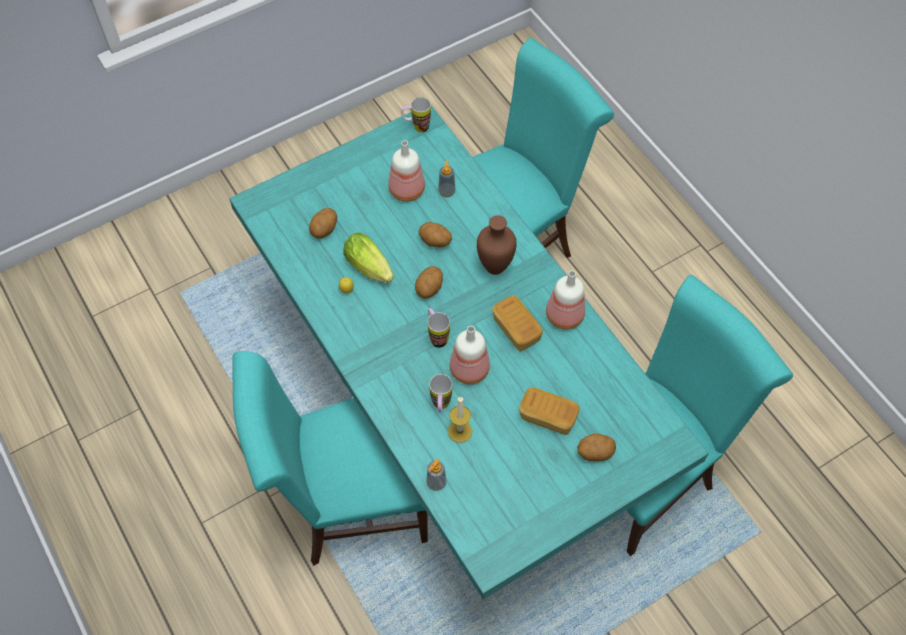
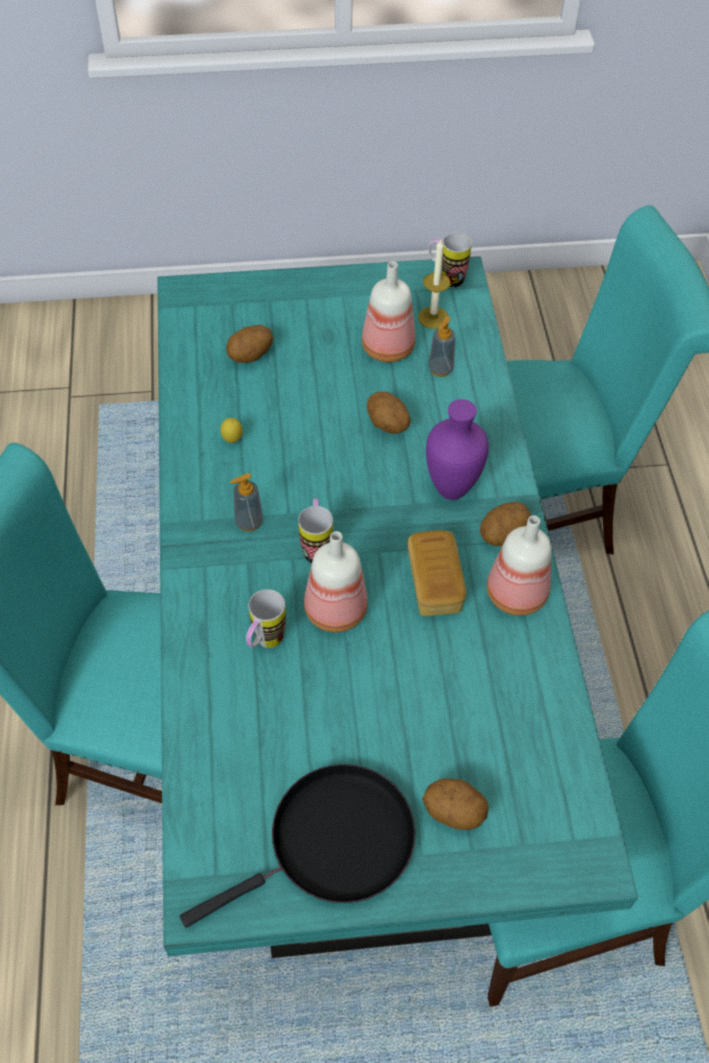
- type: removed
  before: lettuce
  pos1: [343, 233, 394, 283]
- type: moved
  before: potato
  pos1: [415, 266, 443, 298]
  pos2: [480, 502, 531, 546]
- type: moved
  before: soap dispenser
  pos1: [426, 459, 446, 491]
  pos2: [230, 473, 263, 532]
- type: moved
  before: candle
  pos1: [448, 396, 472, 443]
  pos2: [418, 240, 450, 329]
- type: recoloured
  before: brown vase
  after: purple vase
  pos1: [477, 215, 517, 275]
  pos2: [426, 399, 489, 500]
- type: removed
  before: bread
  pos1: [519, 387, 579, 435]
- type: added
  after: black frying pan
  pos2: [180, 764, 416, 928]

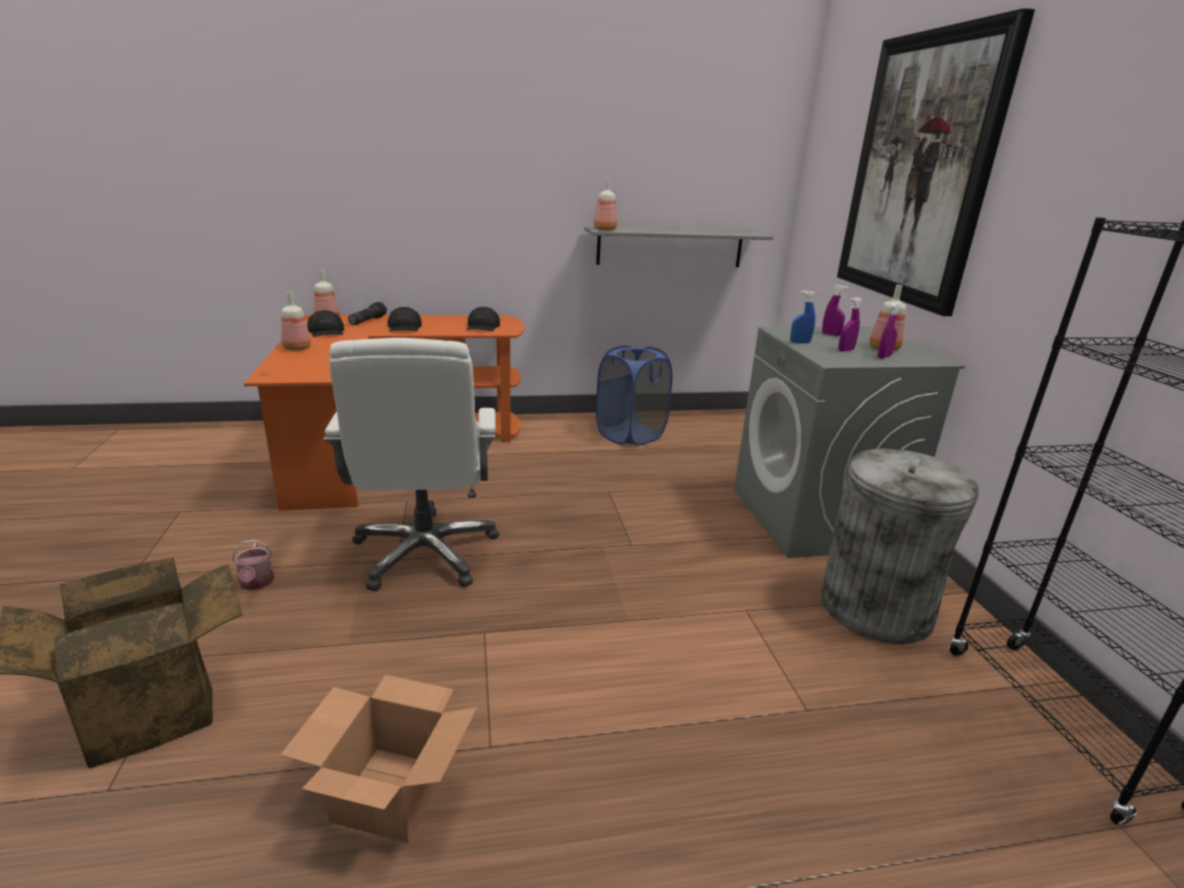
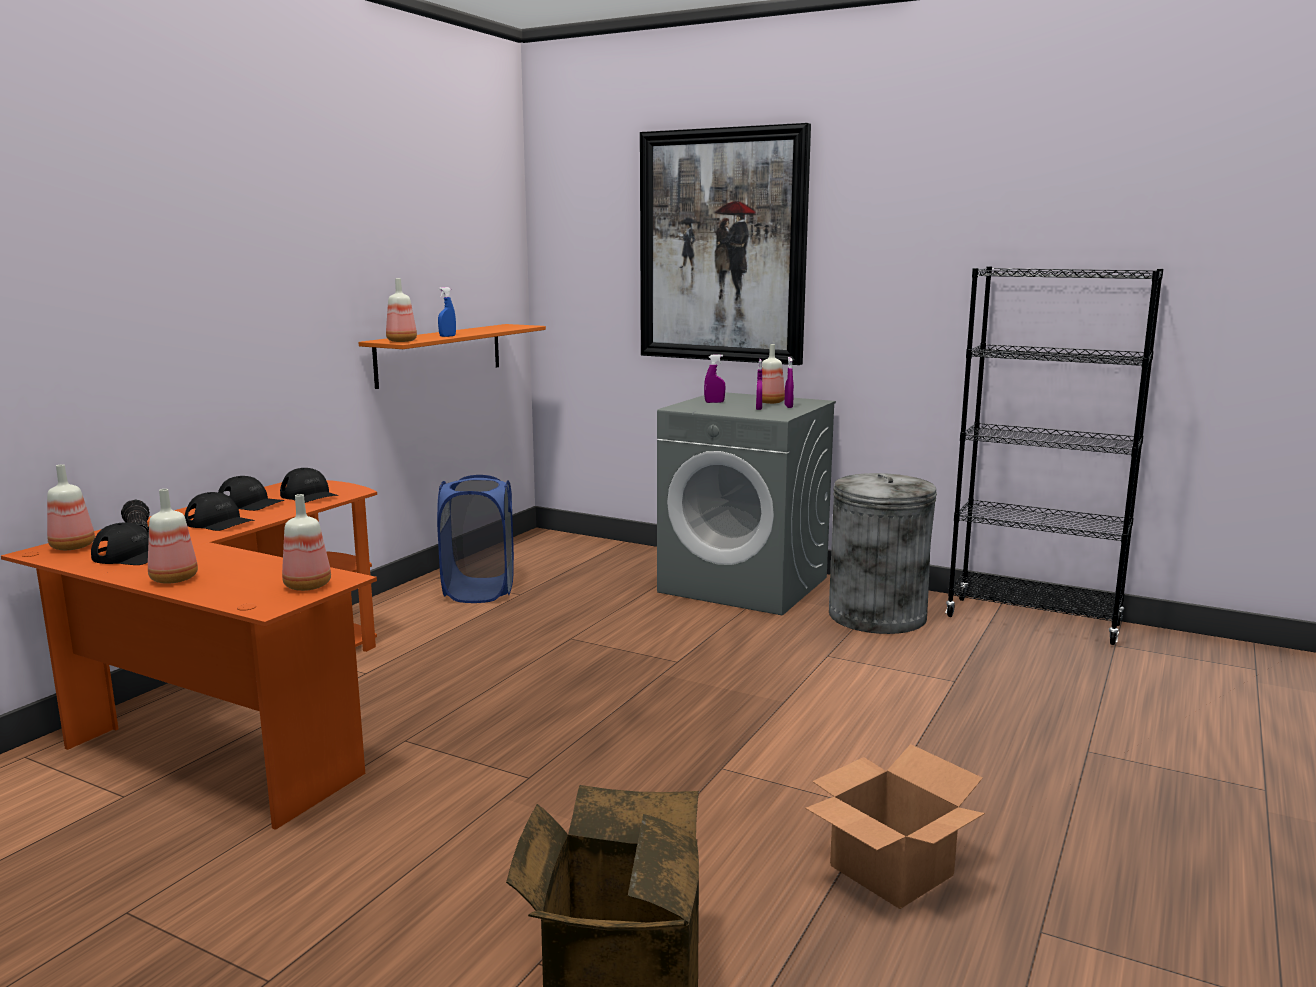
- type: removed
  before: watering can
  pos1: [232, 540, 274, 590]
- type: removed
  before: white office chair
  pos1: [324, 338, 499, 591]
- type: recoloured
  before: grey shelf
  after: orange shelf
  pos1: [584, 226, 773, 267]
  pos2: [359, 324, 546, 389]
- type: moved
  before: blue spray bottle
  pos1: [790, 290, 816, 343]
  pos2: [438, 287, 456, 337]
- type: added
  after: black cap
  pos2: [218, 476, 285, 511]
- type: added
  after: bottle
  pos2: [282, 494, 331, 591]

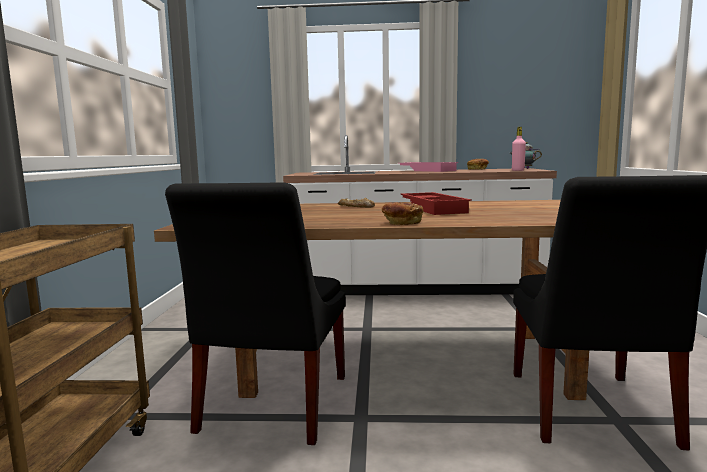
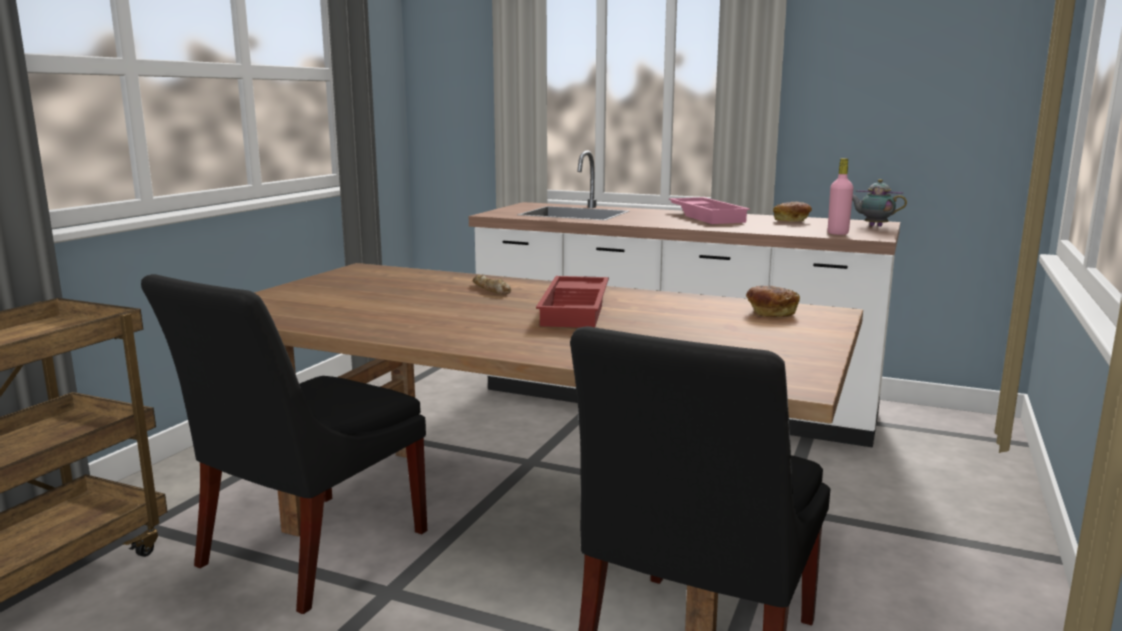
- type: moved
  before: bread
  pos1: [382, 202, 423, 225]
  pos2: [746, 286, 800, 317]

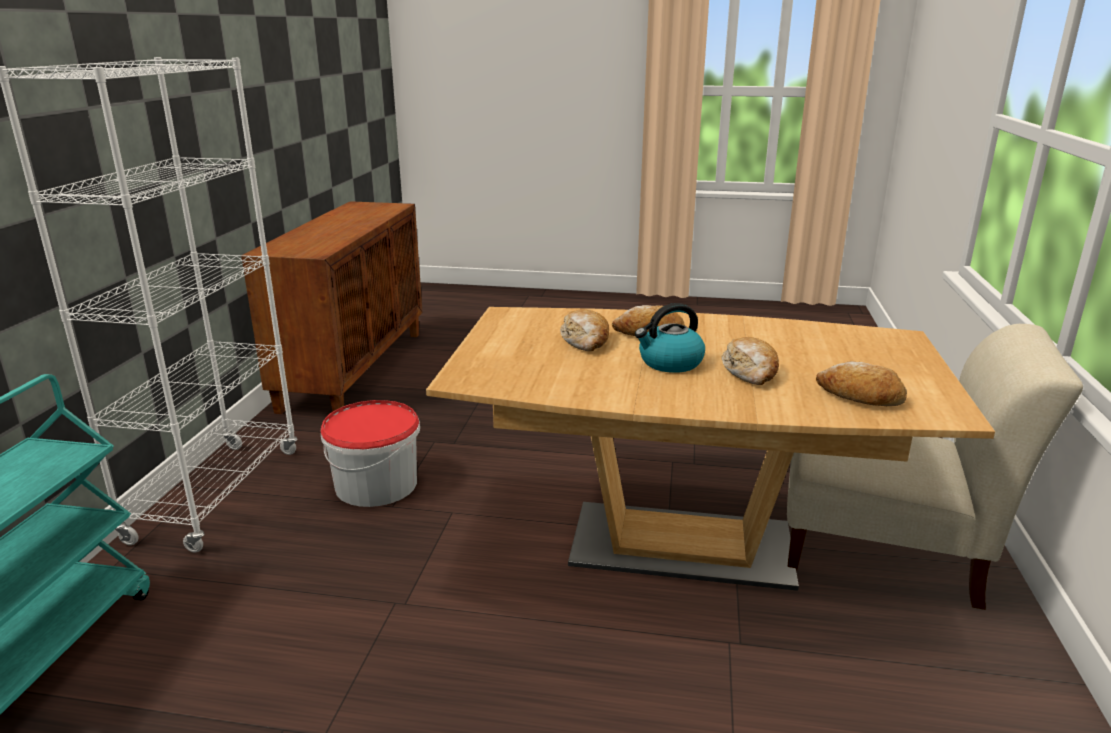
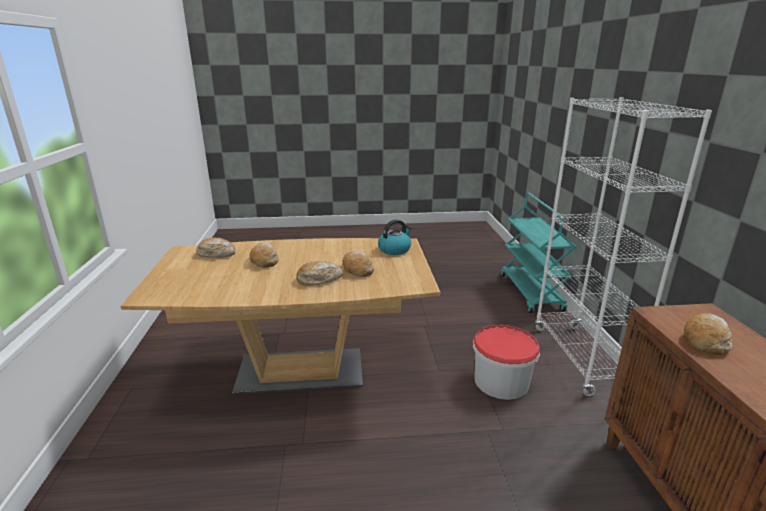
- type: moved
  before: kettle
  pos1: [635, 303, 705, 373]
  pos2: [378, 219, 412, 255]
- type: removed
  before: beige chair
  pos1: [787, 324, 1083, 610]
- type: added
  after: bread
  pos2: [684, 313, 732, 355]

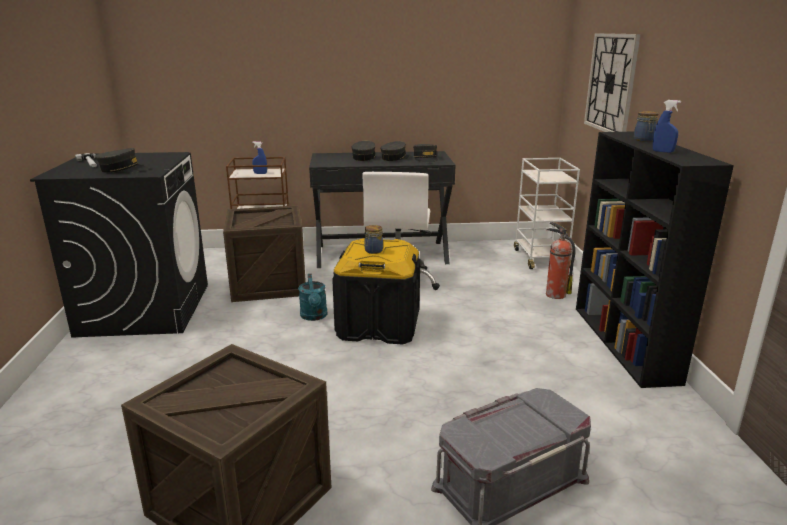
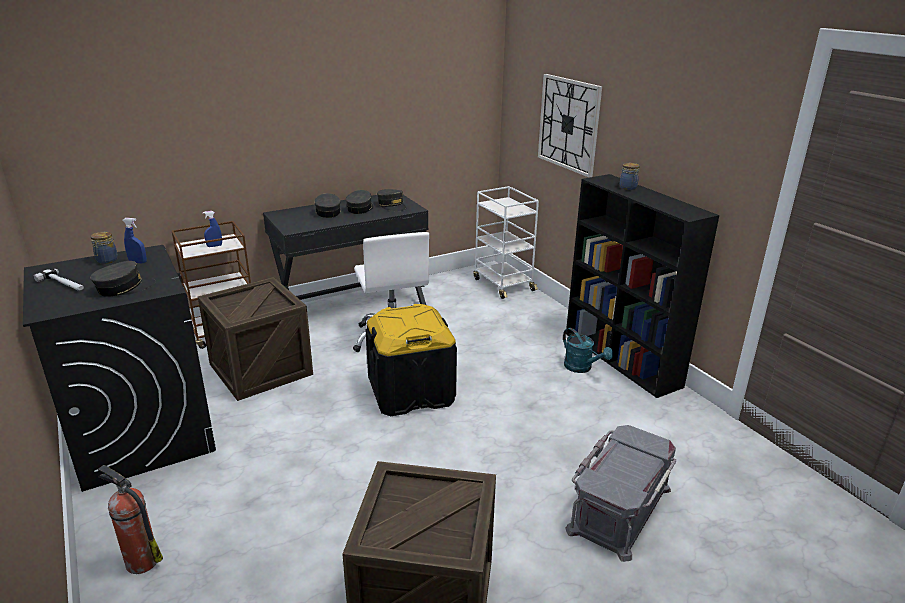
- type: moved
  before: turquoise watering can
  pos1: [298, 274, 327, 321]
  pos2: [563, 328, 613, 373]
- type: moved
  before: jar
  pos1: [364, 225, 383, 254]
  pos2: [91, 231, 118, 264]
- type: moved
  before: fire extinguisher
  pos1: [546, 222, 575, 299]
  pos2: [98, 465, 163, 574]
- type: moved
  before: blue spray bottle
  pos1: [653, 100, 681, 153]
  pos2: [123, 218, 147, 263]

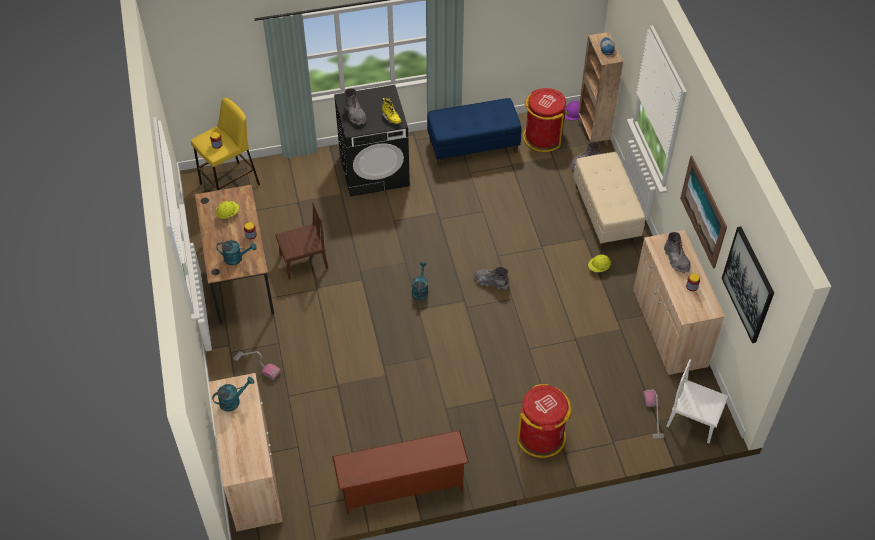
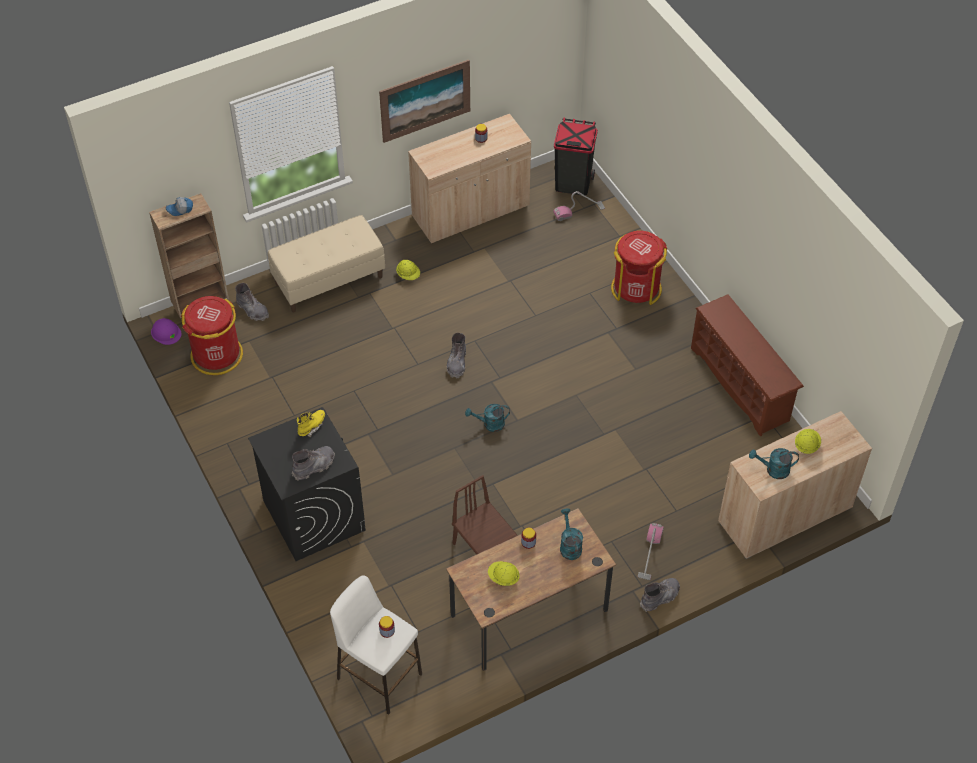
- type: recoloured
  before: yellow stool
  after: white stool
  pos1: [191, 98, 260, 190]
  pos2: [330, 576, 422, 715]
- type: turned
  before: turquoise watering can
  pos1: [212, 377, 254, 412]
  pos2: [749, 448, 799, 479]
  turn: -45
- type: removed
  before: blue bench
  pos1: [427, 98, 522, 166]
- type: moved
  before: grey boot
  pos1: [664, 232, 691, 273]
  pos2: [640, 578, 680, 612]
- type: replaced
  before: white chair
  after: black trash can
  pos1: [666, 359, 729, 444]
  pos2: [554, 118, 598, 195]
- type: removed
  before: picture
  pos1: [722, 226, 774, 343]
- type: added
  after: yellow hard hat
  pos2: [795, 429, 821, 454]

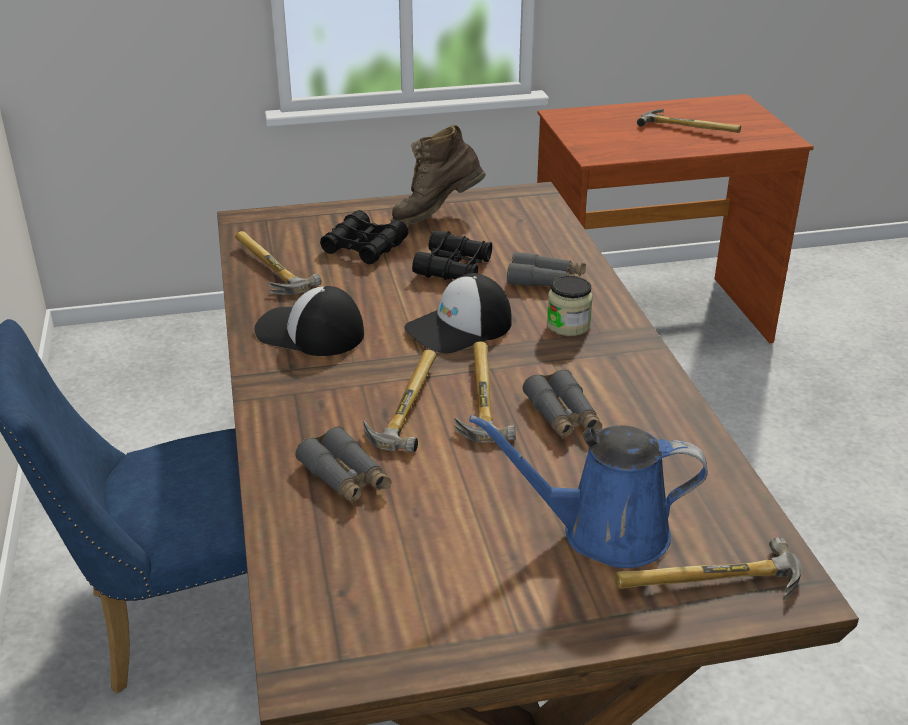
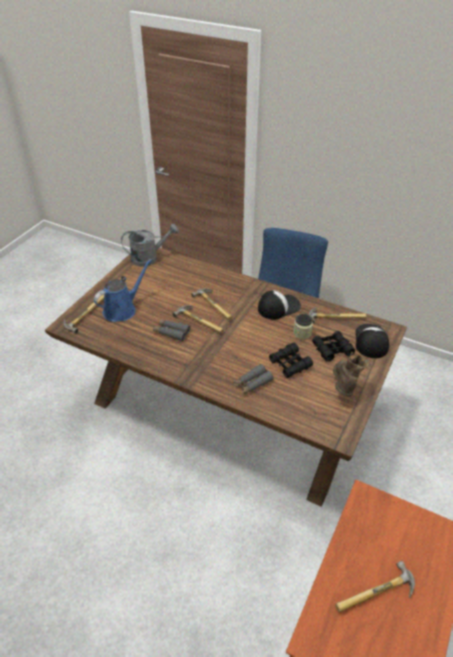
- type: removed
  before: grey binoculars
  pos1: [295, 427, 392, 504]
- type: moved
  before: cap
  pos1: [404, 273, 512, 354]
  pos2: [356, 324, 389, 358]
- type: moved
  before: jar
  pos1: [547, 276, 593, 336]
  pos2: [293, 314, 313, 339]
- type: added
  after: grey watering can
  pos2: [121, 224, 179, 267]

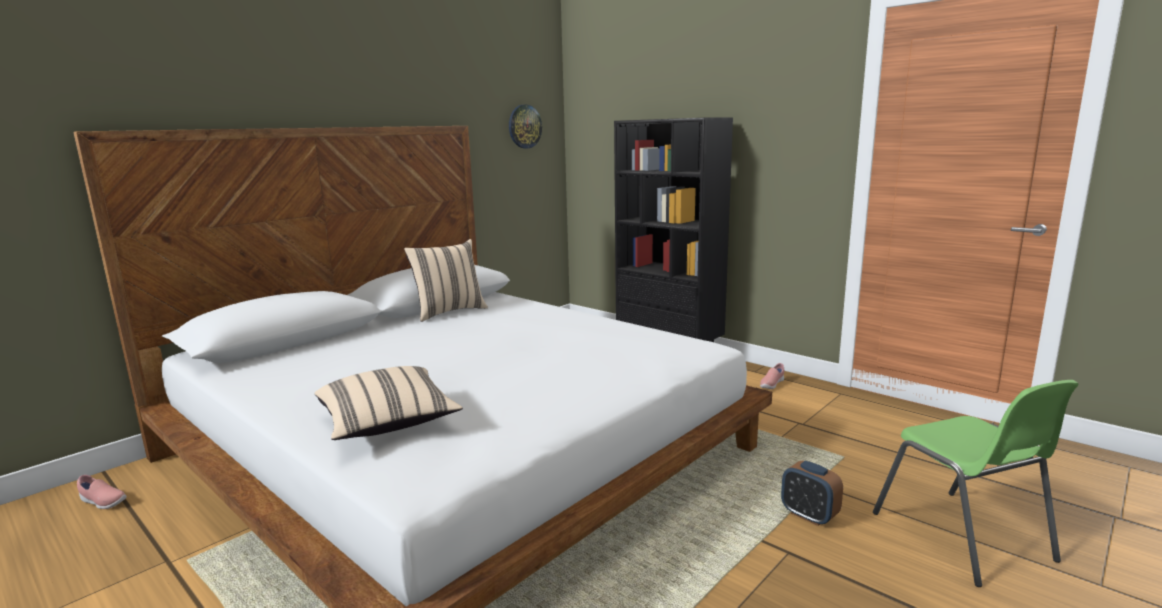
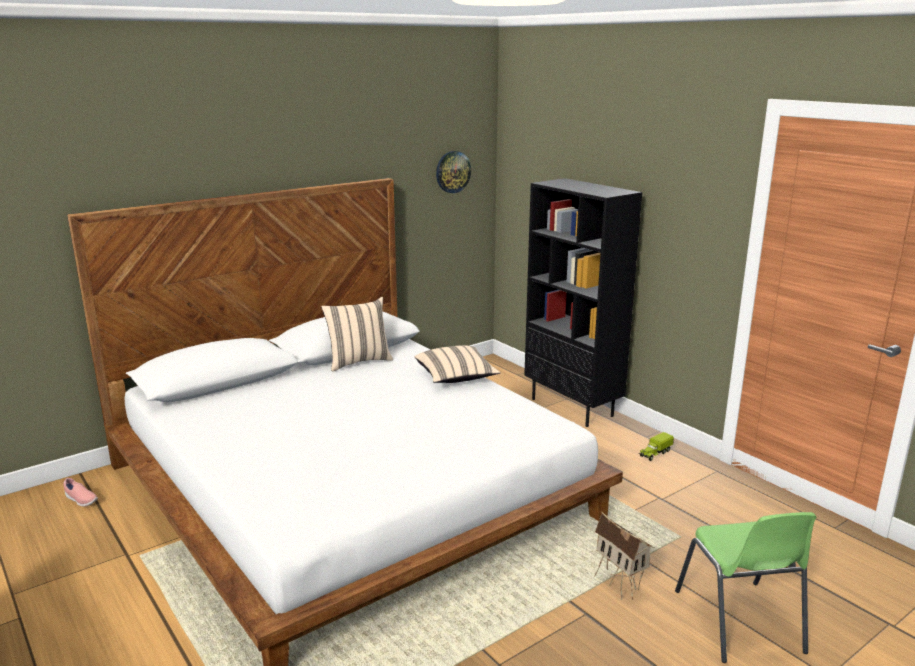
- type: moved
  before: beige pillow
  pos1: [314, 366, 463, 440]
  pos2: [415, 345, 500, 383]
- type: replaced
  before: pink shoe
  after: toy truck
  pos1: [760, 363, 784, 389]
  pos2: [639, 432, 674, 461]
- type: replaced
  before: alarm clock
  after: toy house
  pos1: [781, 461, 843, 526]
  pos2: [594, 512, 654, 600]

